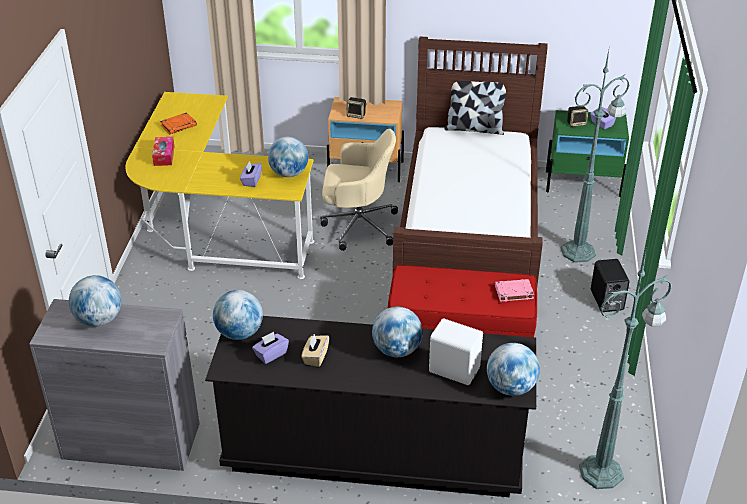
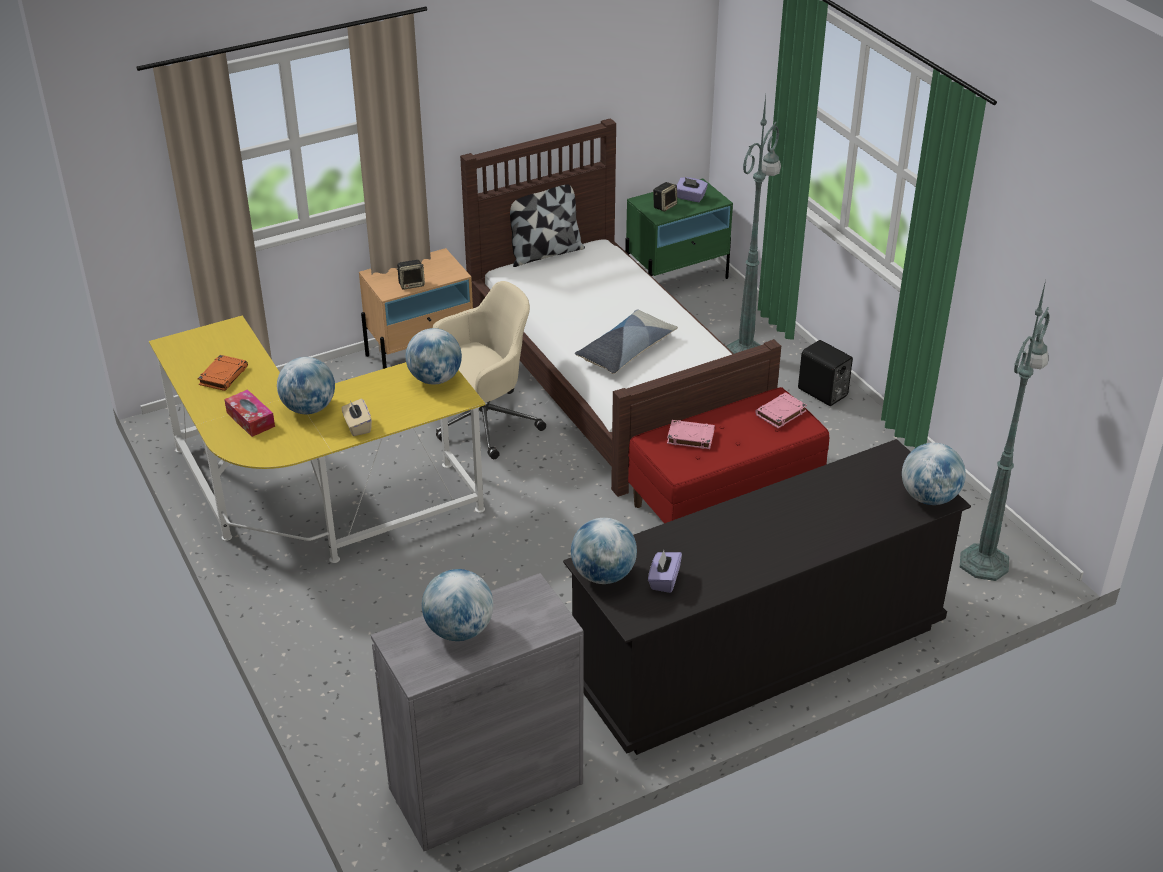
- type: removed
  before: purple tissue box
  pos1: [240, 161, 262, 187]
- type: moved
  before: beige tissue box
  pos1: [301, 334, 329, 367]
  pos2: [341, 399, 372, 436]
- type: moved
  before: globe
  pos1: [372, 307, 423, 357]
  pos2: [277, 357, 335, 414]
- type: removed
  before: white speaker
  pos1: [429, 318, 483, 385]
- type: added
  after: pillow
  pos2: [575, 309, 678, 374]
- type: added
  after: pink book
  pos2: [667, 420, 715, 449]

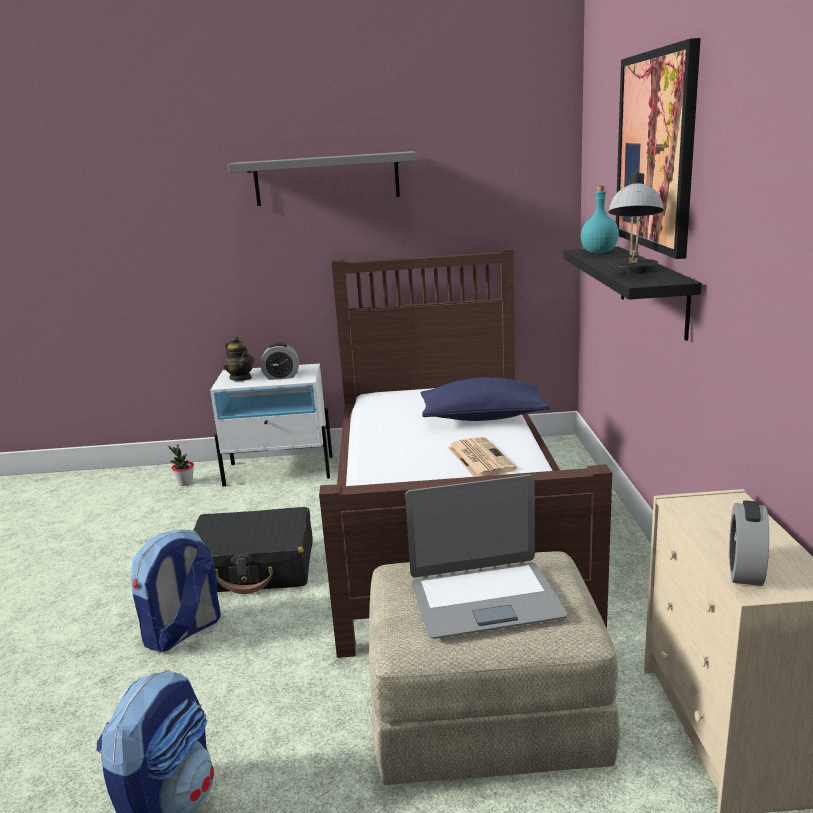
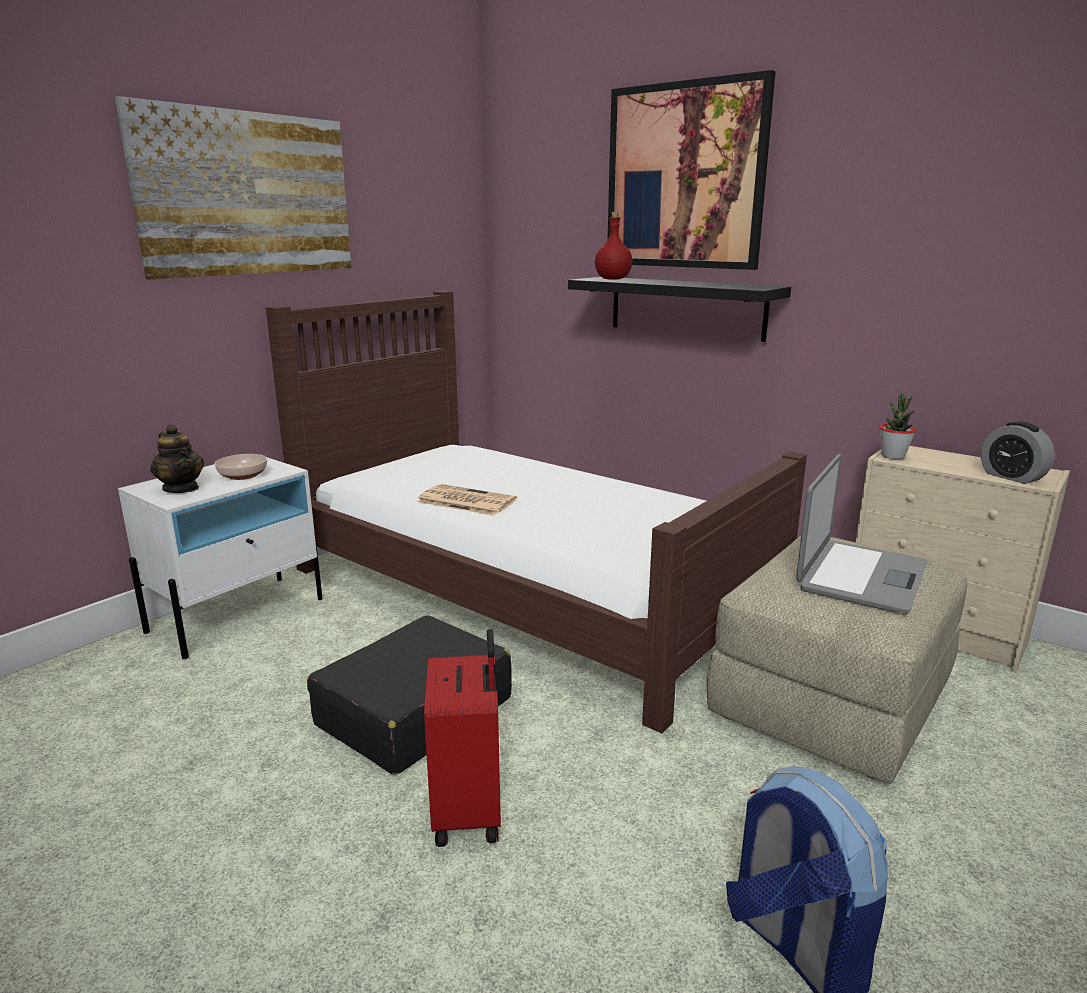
- type: replaced
  before: backpack
  after: red suitcase
  pos1: [131, 529, 221, 652]
  pos2: [424, 629, 501, 847]
- type: moved
  before: potted plant
  pos1: [168, 444, 194, 486]
  pos2: [879, 392, 916, 459]
- type: turned
  before: teapot
  pos1: [223, 336, 255, 381]
  pos2: [150, 425, 204, 493]
  turn: 45
- type: replaced
  before: grey shelf
  after: picture
  pos1: [227, 151, 416, 206]
  pos2: [115, 96, 351, 279]
- type: replaced
  before: alarm clock
  after: bowl
  pos1: [260, 343, 299, 380]
  pos2: [214, 454, 267, 480]
- type: removed
  before: blue pillow
  pos1: [421, 378, 550, 421]
- type: moved
  before: newspaper
  pos1: [448, 437, 517, 477]
  pos2: [417, 484, 517, 516]
- type: recoloured
  before: turquoise bottle
  after: red bottle
  pos1: [581, 186, 619, 253]
  pos2: [595, 212, 632, 280]
- type: removed
  before: table lamp
  pos1: [608, 168, 664, 273]

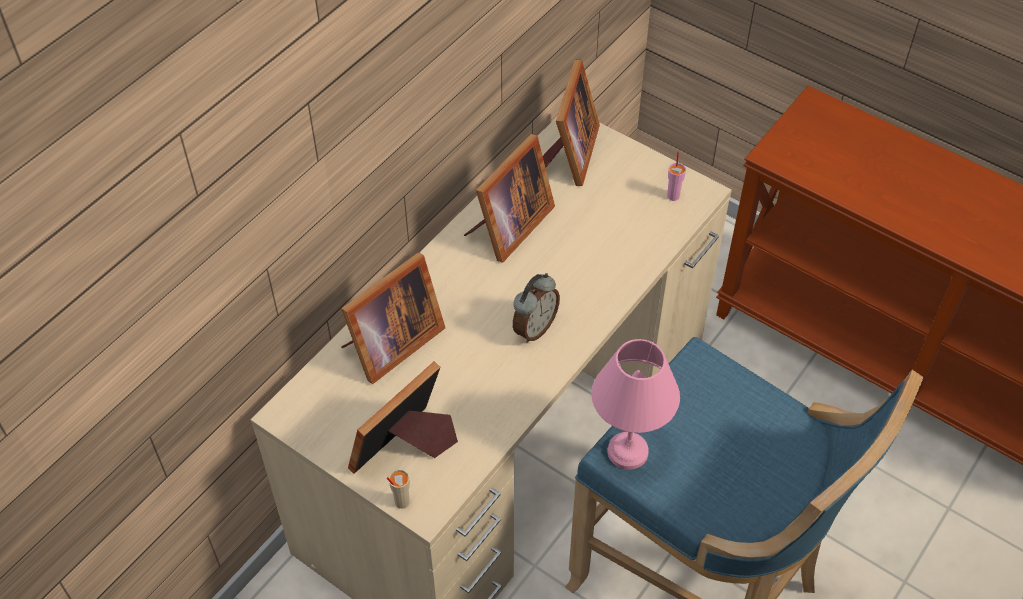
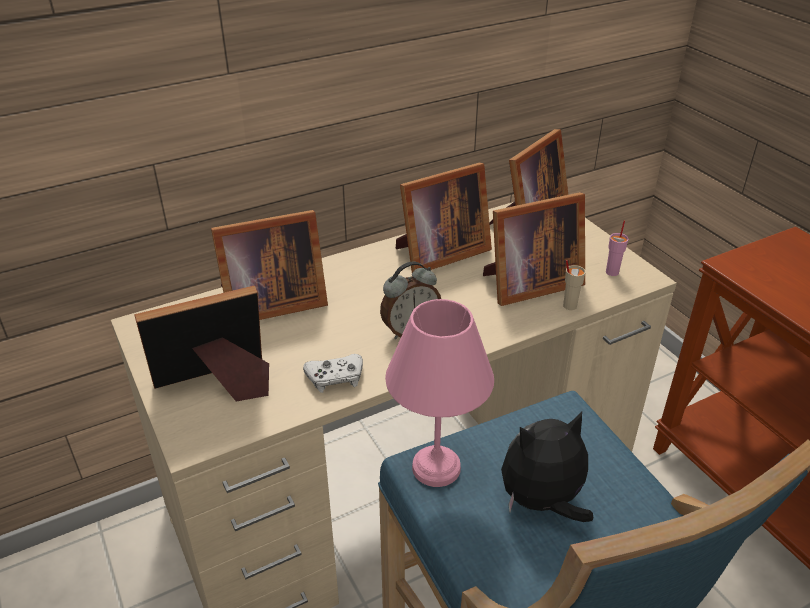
- type: moved
  before: beige cup
  pos1: [387, 469, 410, 509]
  pos2: [563, 260, 586, 310]
- type: added
  after: white game controller
  pos2: [303, 354, 363, 393]
- type: added
  after: picture frame
  pos2: [483, 192, 585, 306]
- type: added
  after: plush toy
  pos2: [501, 411, 593, 522]

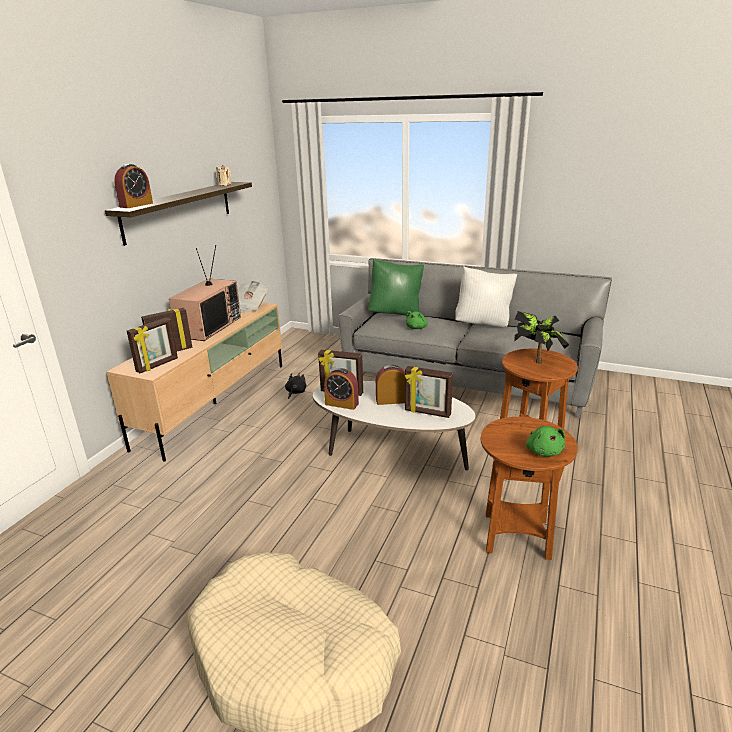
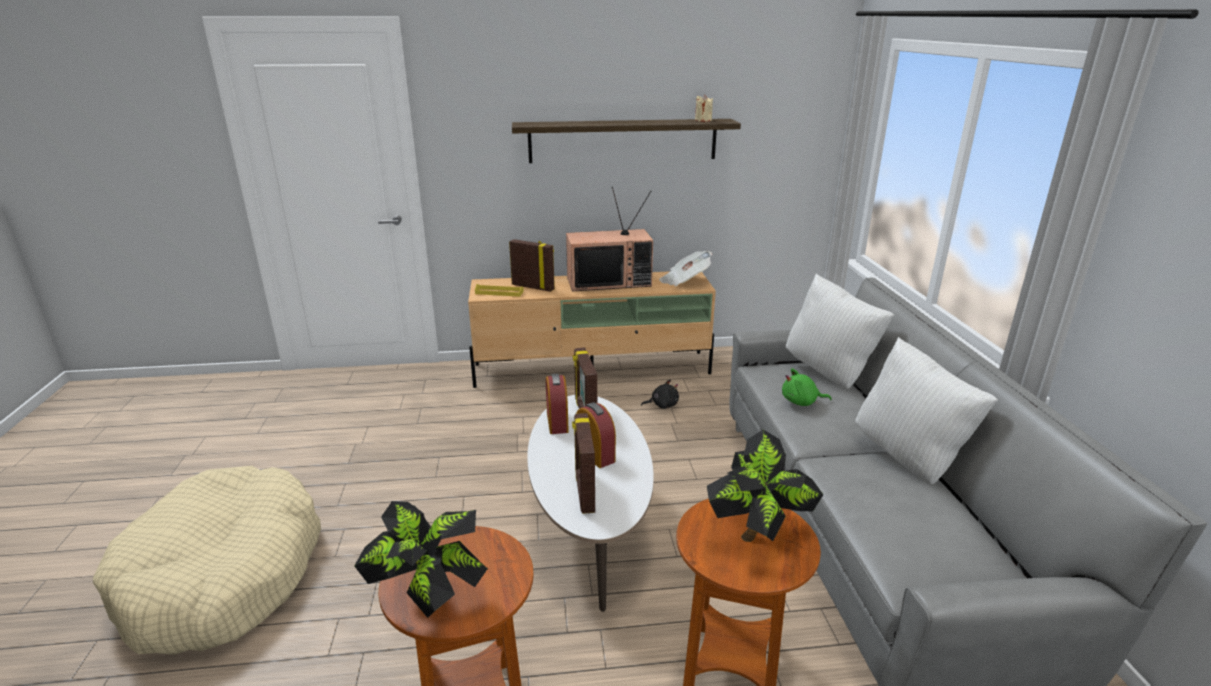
- type: removed
  before: alarm clock
  pos1: [114, 164, 153, 208]
- type: replaced
  before: picture frame
  after: yellow tray
  pos1: [127, 317, 178, 373]
  pos2: [475, 284, 524, 297]
- type: recoloured
  before: green pillow
  after: white pillow
  pos1: [368, 259, 424, 315]
  pos2: [785, 273, 894, 389]
- type: replaced
  before: green plush toy
  after: potted plant
  pos1: [526, 426, 565, 457]
  pos2: [354, 501, 488, 618]

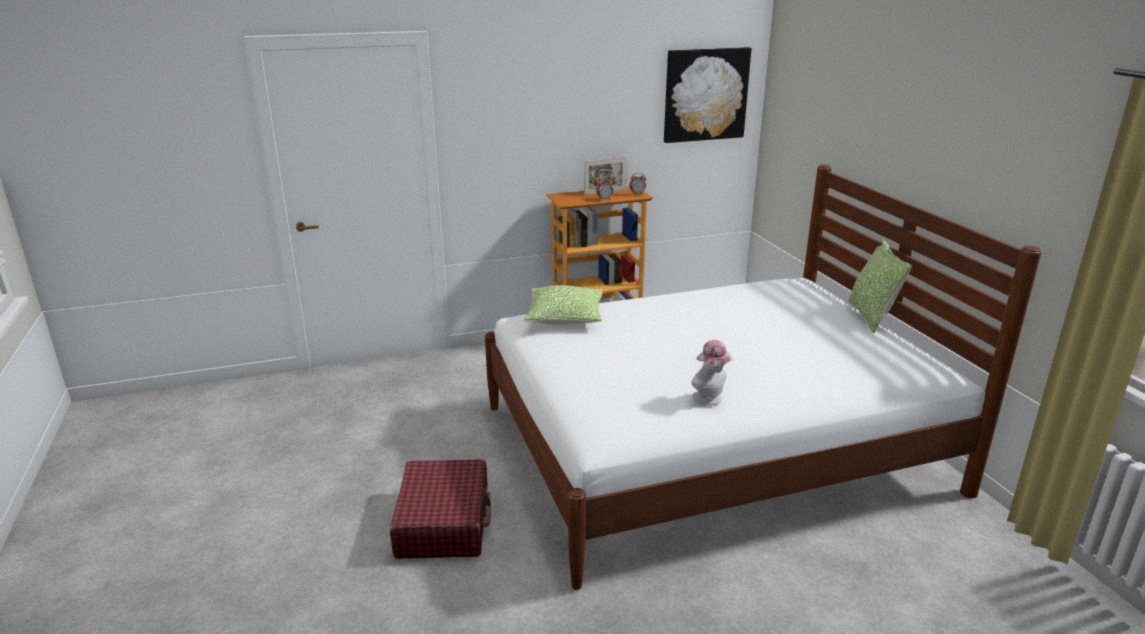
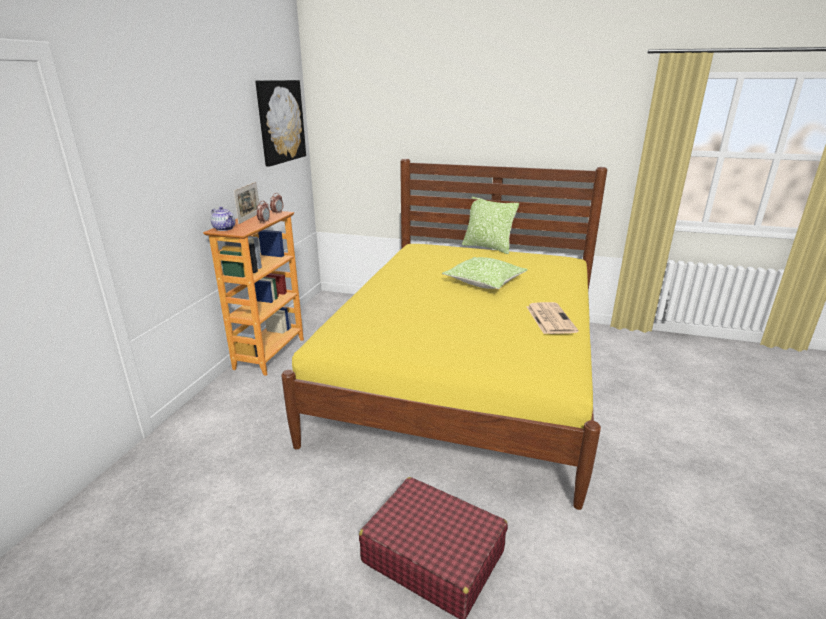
- type: recoloured
  before: white bed
  after: yellow bed
  pos1: [485, 164, 1041, 590]
  pos2: [281, 158, 607, 510]
- type: moved
  before: pillow
  pos1: [524, 285, 603, 325]
  pos2: [442, 257, 528, 289]
- type: replaced
  before: hat
  after: newspaper
  pos1: [691, 340, 733, 405]
  pos2: [527, 302, 578, 334]
- type: added
  after: teapot
  pos2: [211, 207, 235, 231]

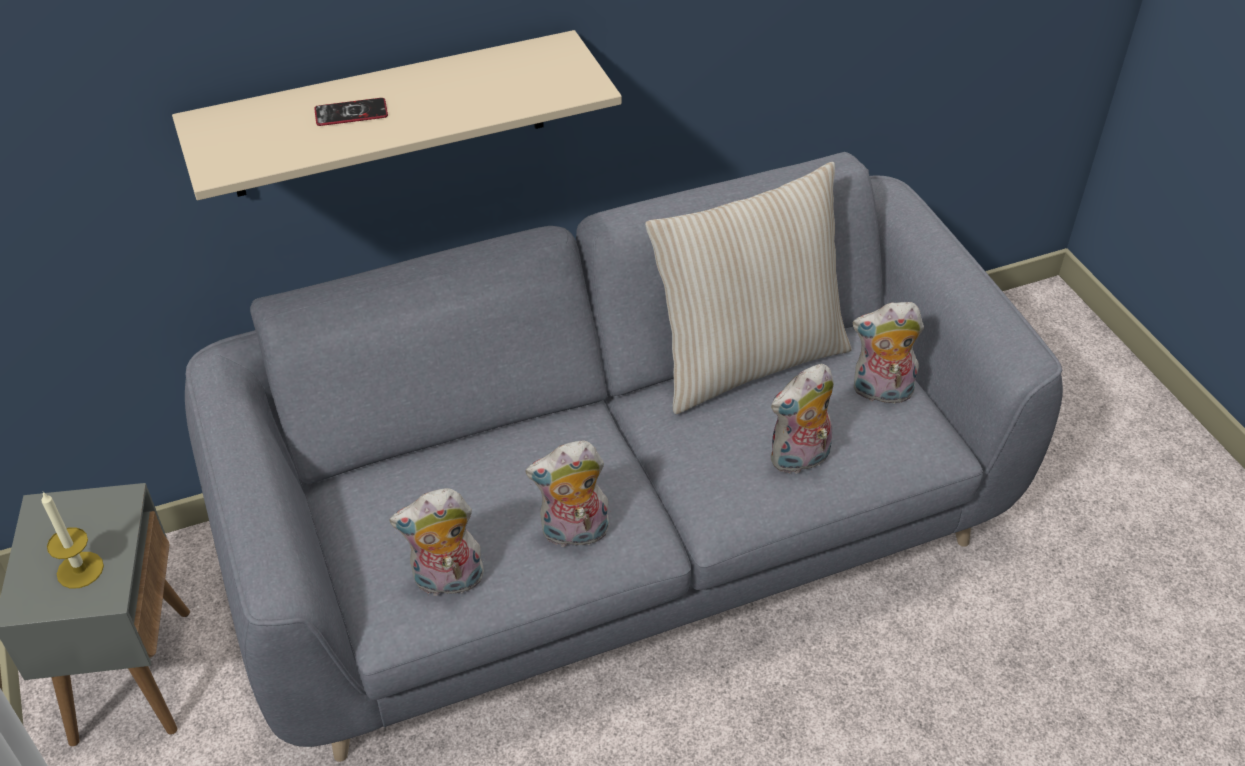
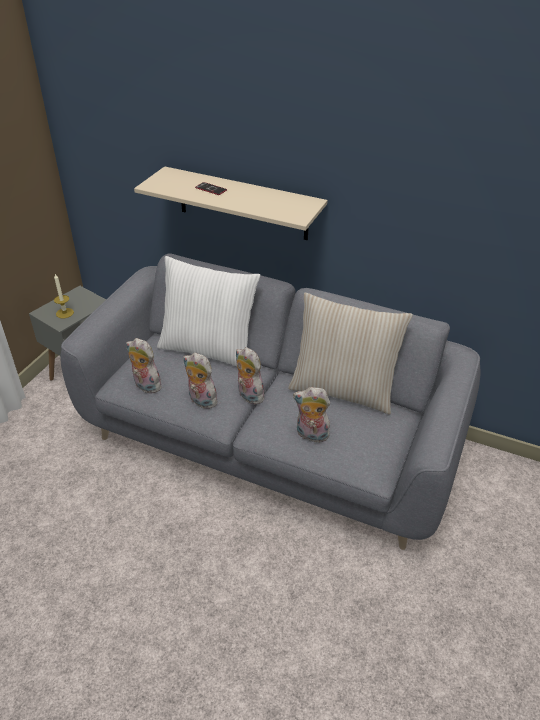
- type: moved
  before: plush toy
  pos1: [853, 302, 924, 408]
  pos2: [236, 347, 264, 404]
- type: added
  after: white pillow
  pos2: [157, 256, 260, 366]

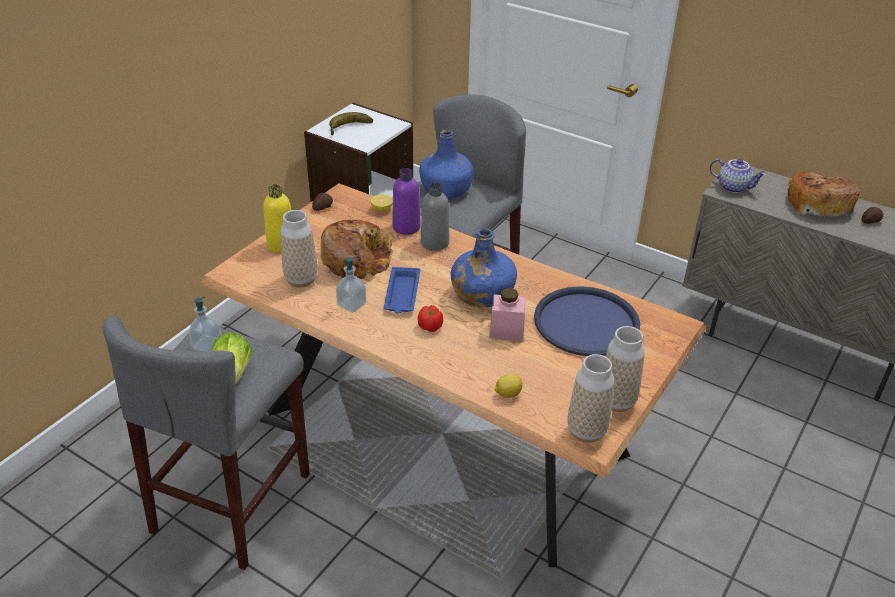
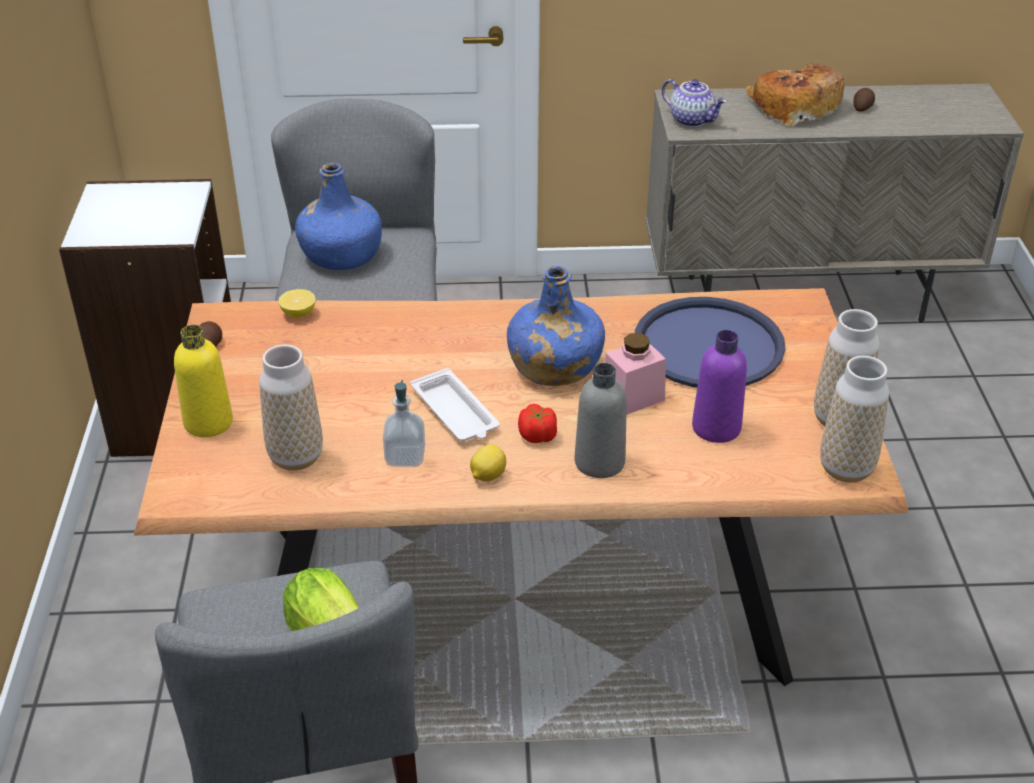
- type: removed
  before: soap dispenser
  pos1: [189, 297, 222, 351]
- type: removed
  before: bread
  pos1: [321, 220, 393, 279]
- type: removed
  before: banana
  pos1: [329, 112, 373, 135]
- type: recoloured
  before: blue tray
  after: white tray
  pos1: [384, 267, 420, 314]
  pos2: [410, 368, 500, 441]
- type: moved
  before: purple bottle
  pos1: [392, 168, 421, 235]
  pos2: [692, 330, 747, 443]
- type: moved
  before: grey bottle
  pos1: [421, 183, 449, 251]
  pos2: [575, 363, 627, 478]
- type: moved
  before: lemon
  pos1: [495, 374, 522, 398]
  pos2: [470, 444, 506, 482]
- type: turned
  before: teapot
  pos1: [710, 159, 766, 193]
  pos2: [662, 79, 727, 127]
  turn: 45

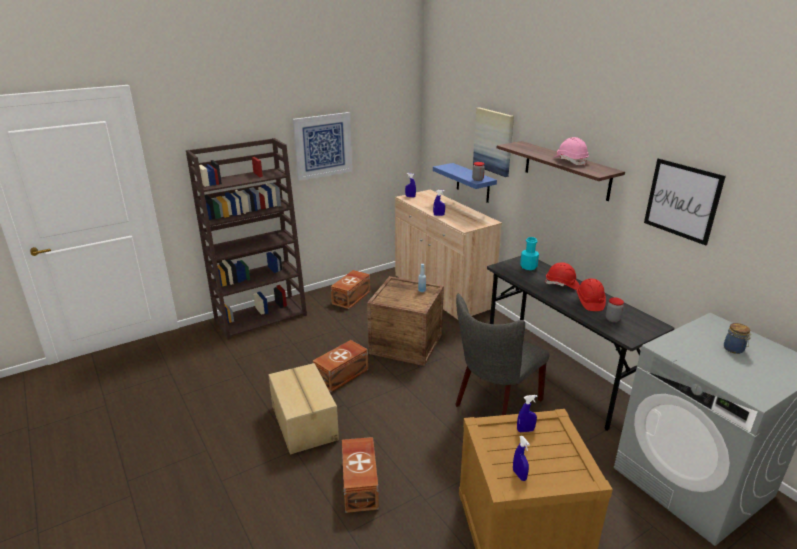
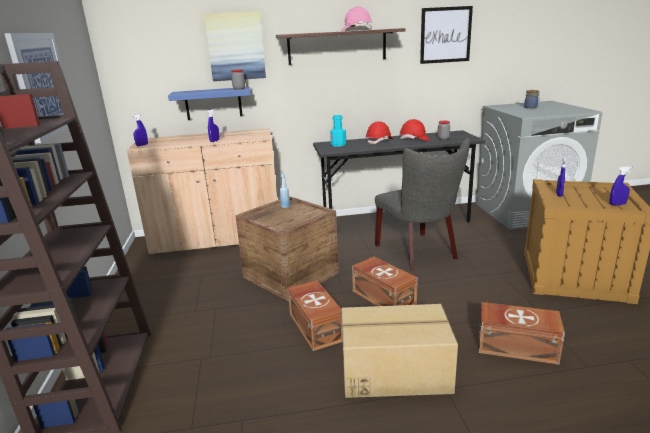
- type: moved
  before: brown storage box
  pos1: [331, 270, 370, 309]
  pos2: [352, 257, 418, 306]

